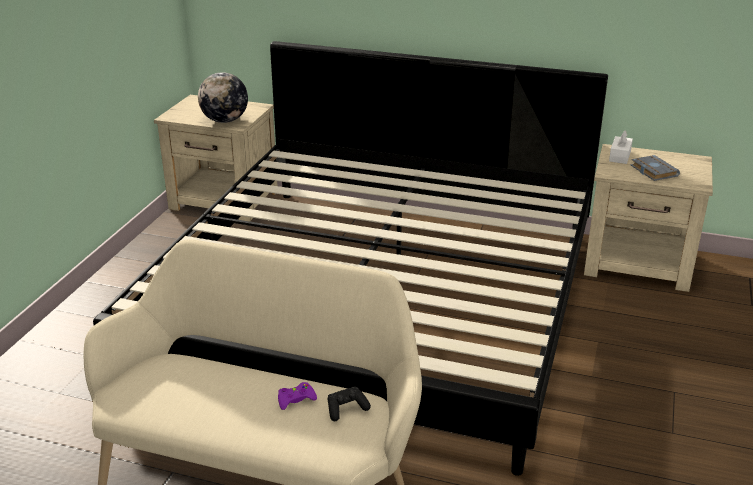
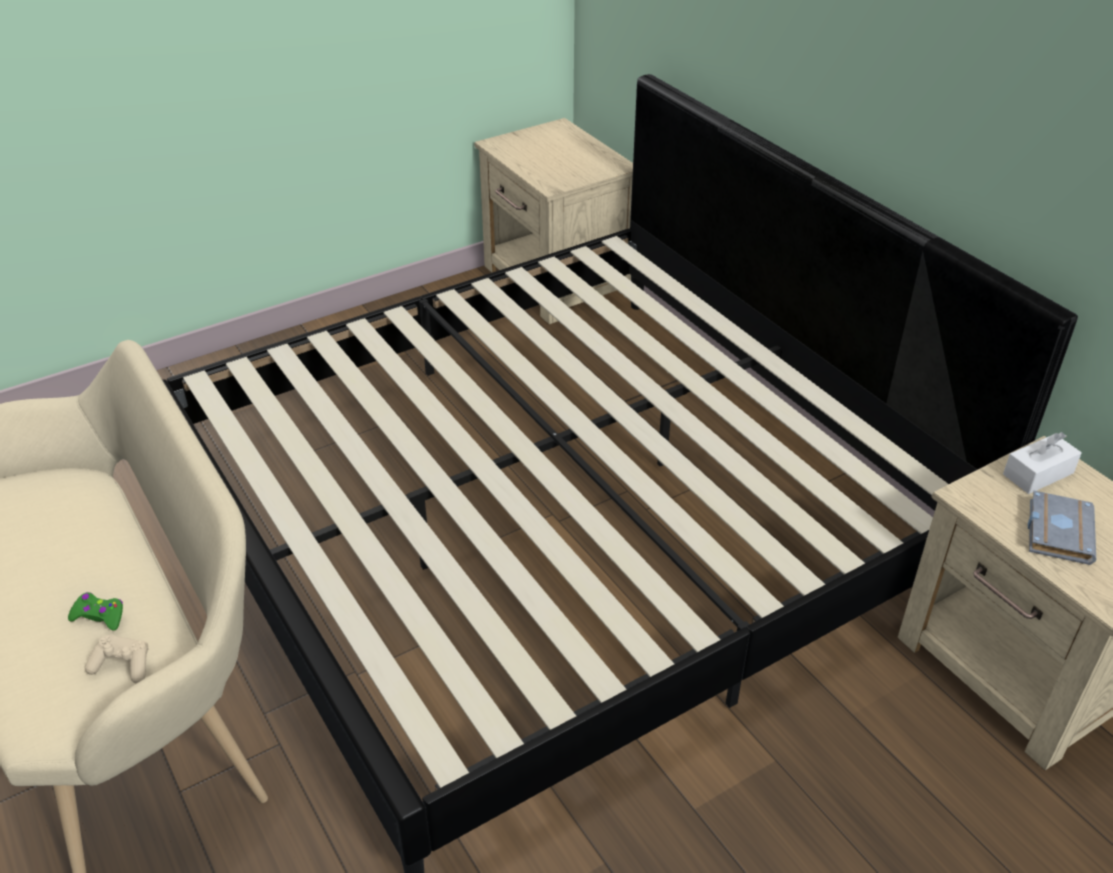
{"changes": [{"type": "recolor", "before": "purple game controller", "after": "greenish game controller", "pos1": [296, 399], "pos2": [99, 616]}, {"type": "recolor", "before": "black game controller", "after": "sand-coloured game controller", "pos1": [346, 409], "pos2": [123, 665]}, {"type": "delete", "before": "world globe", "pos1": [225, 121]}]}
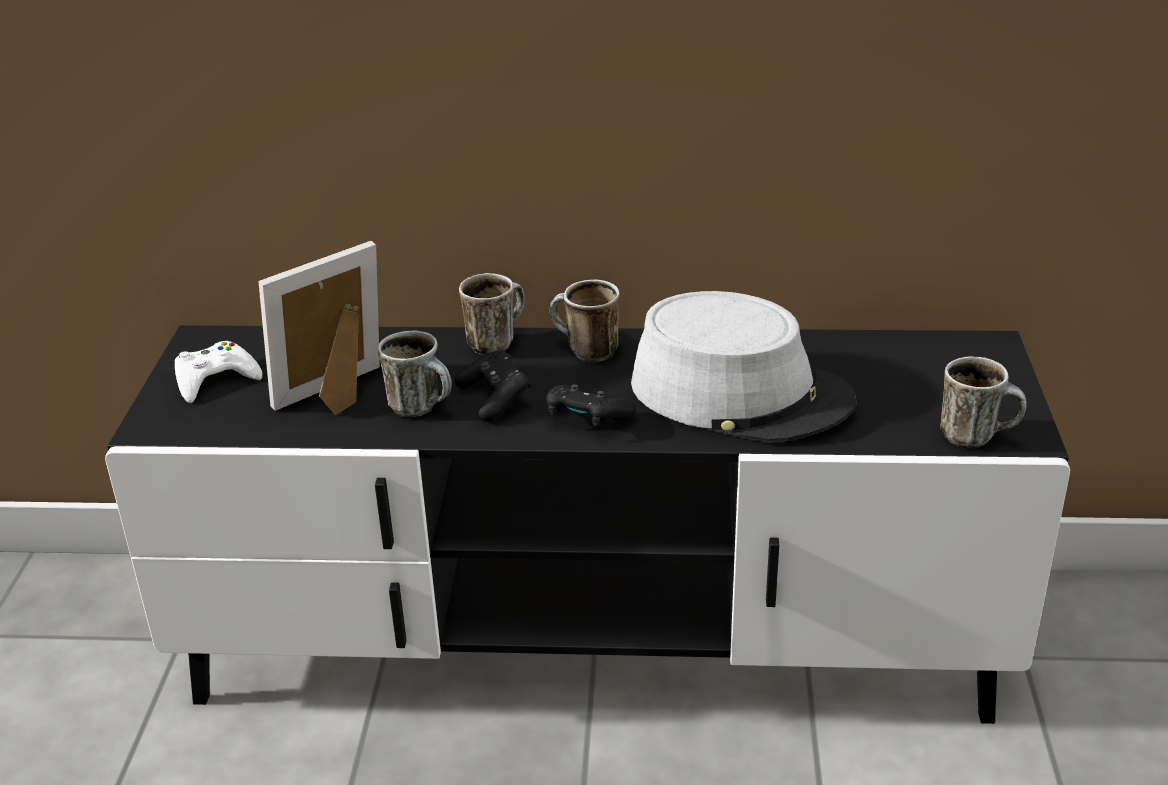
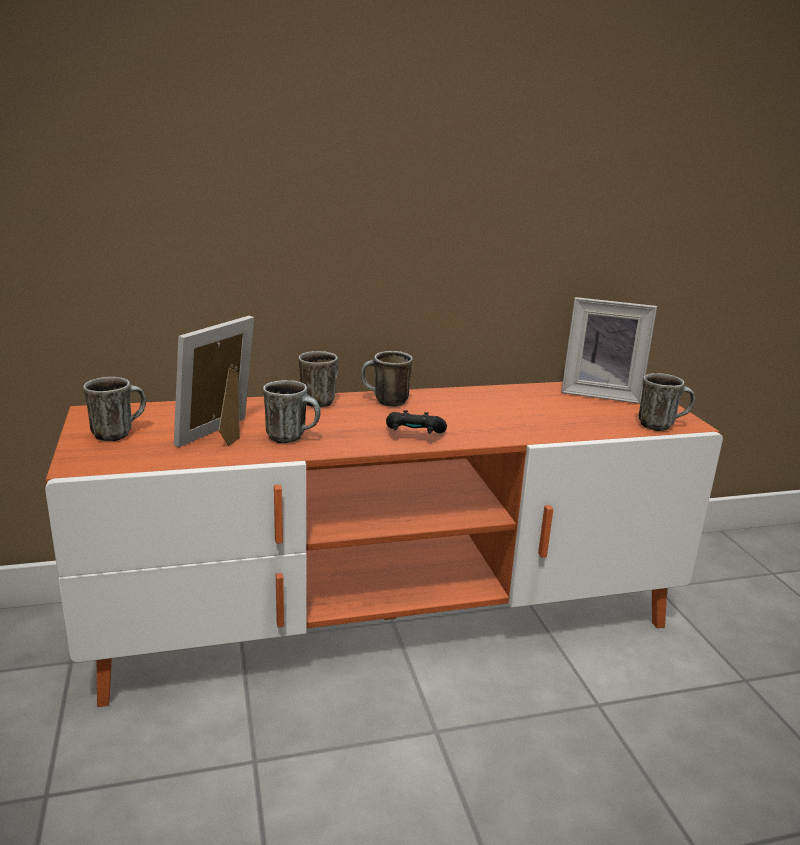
{"changes": [{"type": "recolor", "before": "black tv stand", "after": "orange-coloured tv stand", "pos1": [592, 644], "pos2": [390, 619]}, {"type": "replace", "before": "white-coloured game controller", "after": "coffee mug", "pos1": [215, 379], "pos2": [118, 433]}, {"type": "insert", "after": "photo frame", "pos2": [601, 393]}, {"type": "delete", "before": "black game controller", "pos1": [495, 399]}, {"type": "delete", "before": "gray hat", "pos1": [741, 393]}]}
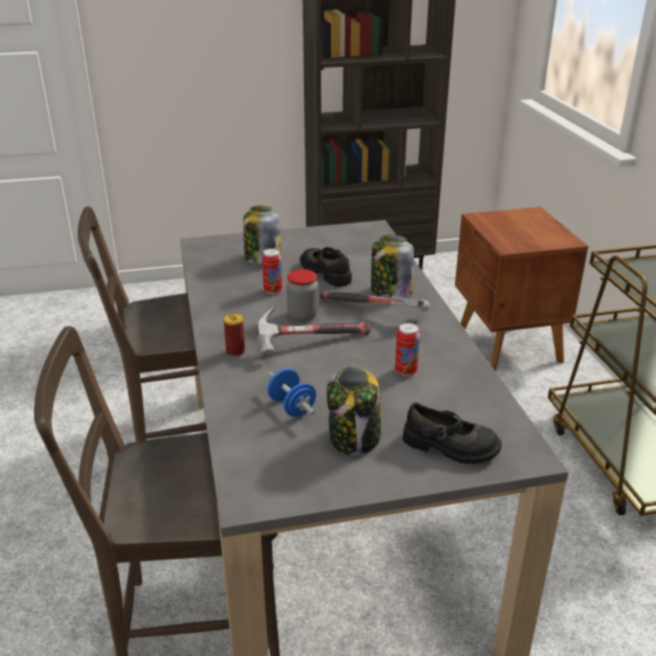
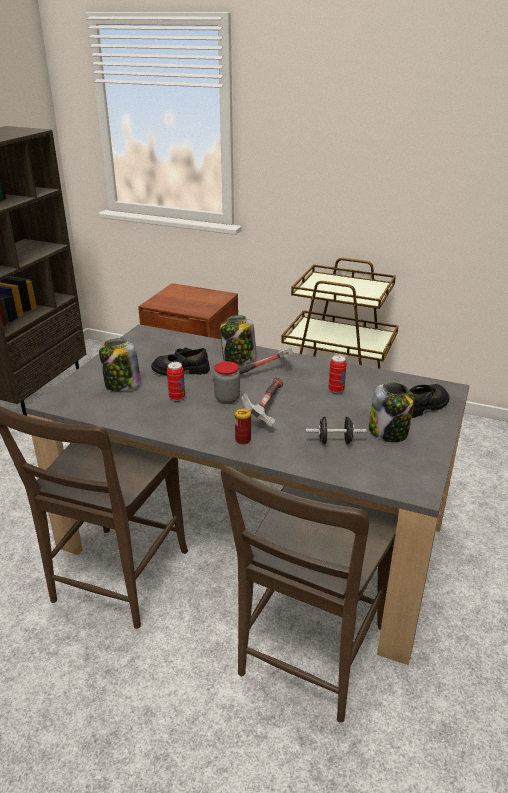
{"changes": [{"type": "recolor", "before": "bluish dumbbell", "after": "black dumbbell", "pos1": [292, 407], "pos2": [335, 441]}]}
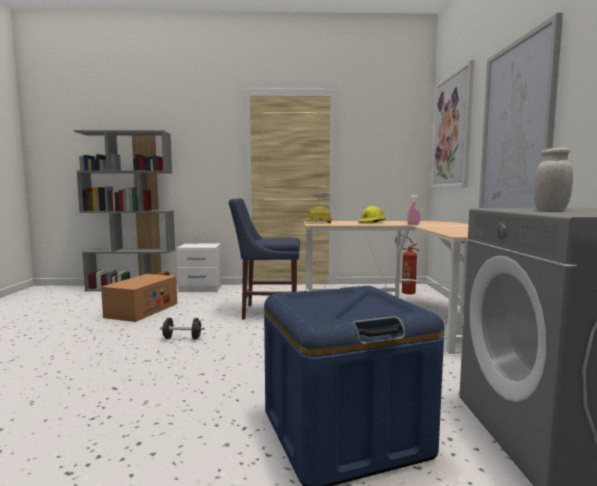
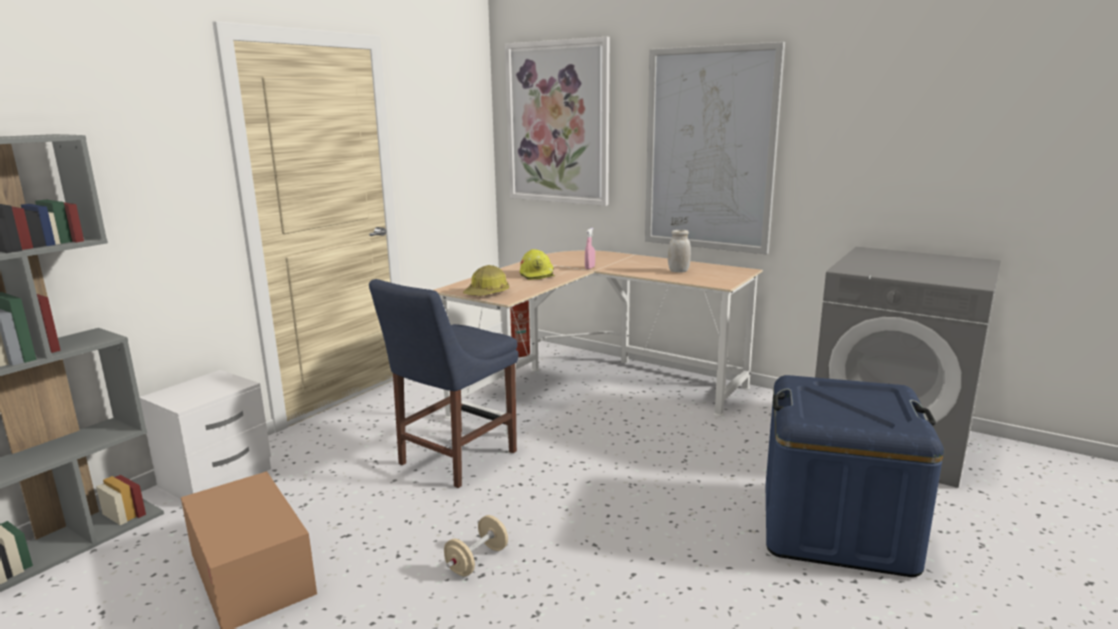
{"changes": [{"type": "recolor", "before": "black dumbbell", "after": "sand-coloured dumbbell", "pos1": [182, 338], "pos2": [477, 560]}, {"type": "move", "before": "white-coloured jar", "pos1": [550, 210], "pos2": [678, 271]}]}
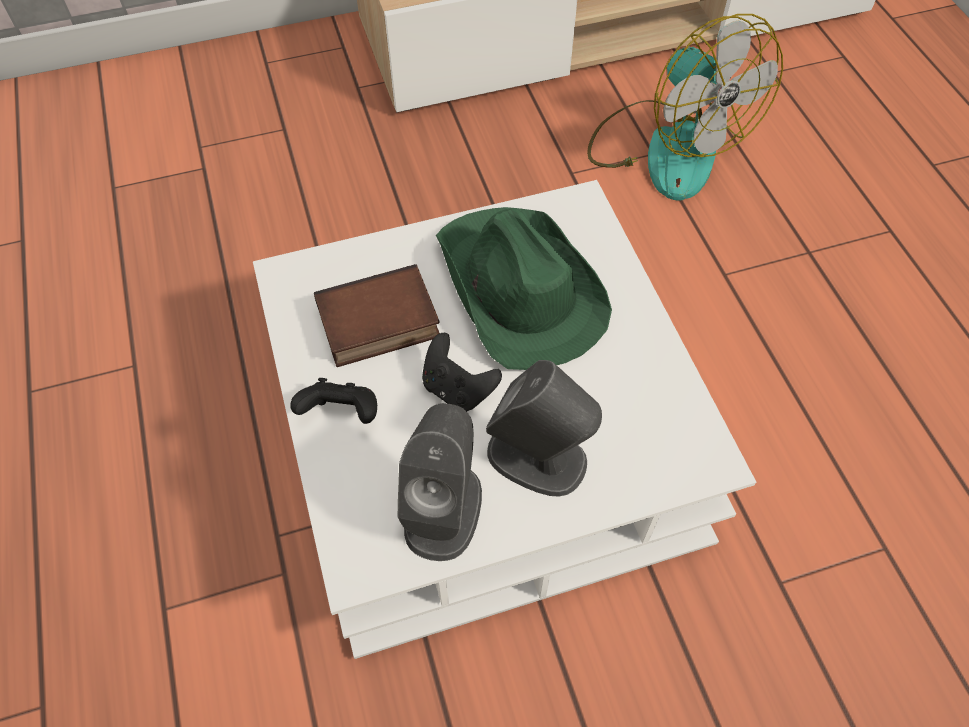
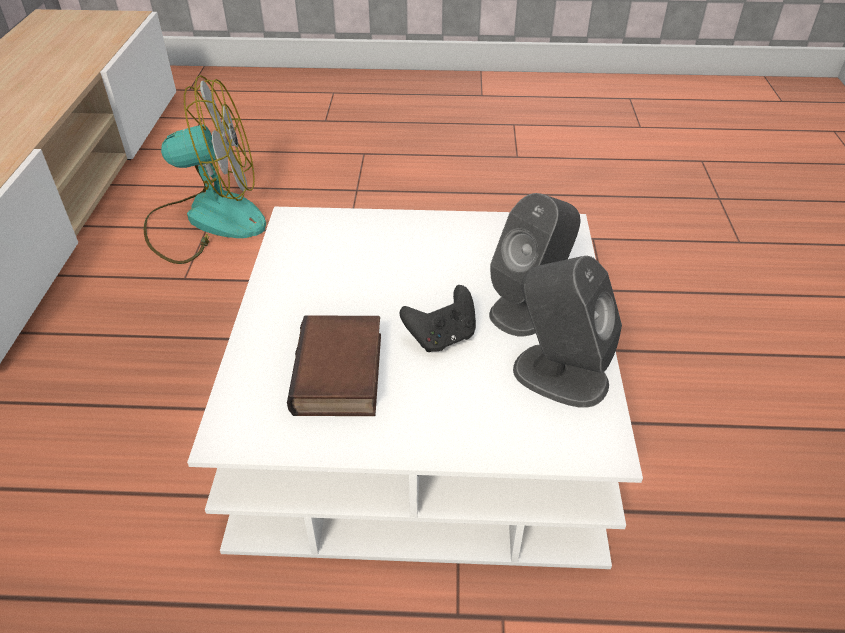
{"changes": [{"type": "delete", "before": "black game controller", "pos1": [342, 414]}, {"type": "delete", "before": "greenish hat", "pos1": [518, 289]}]}
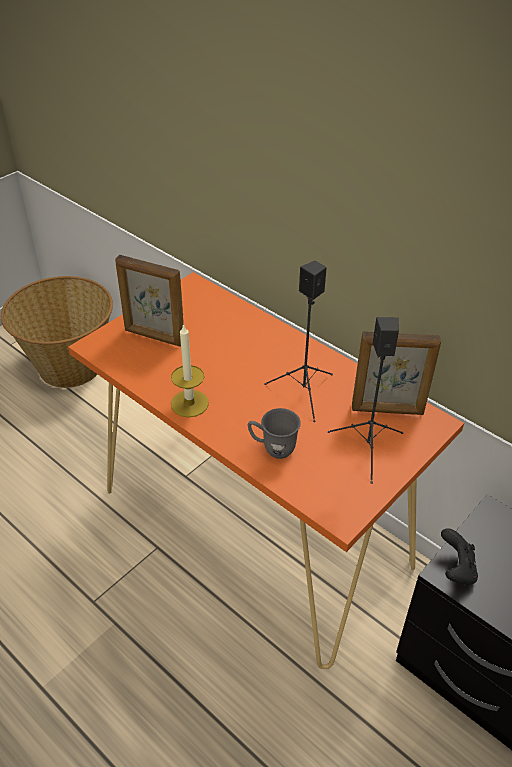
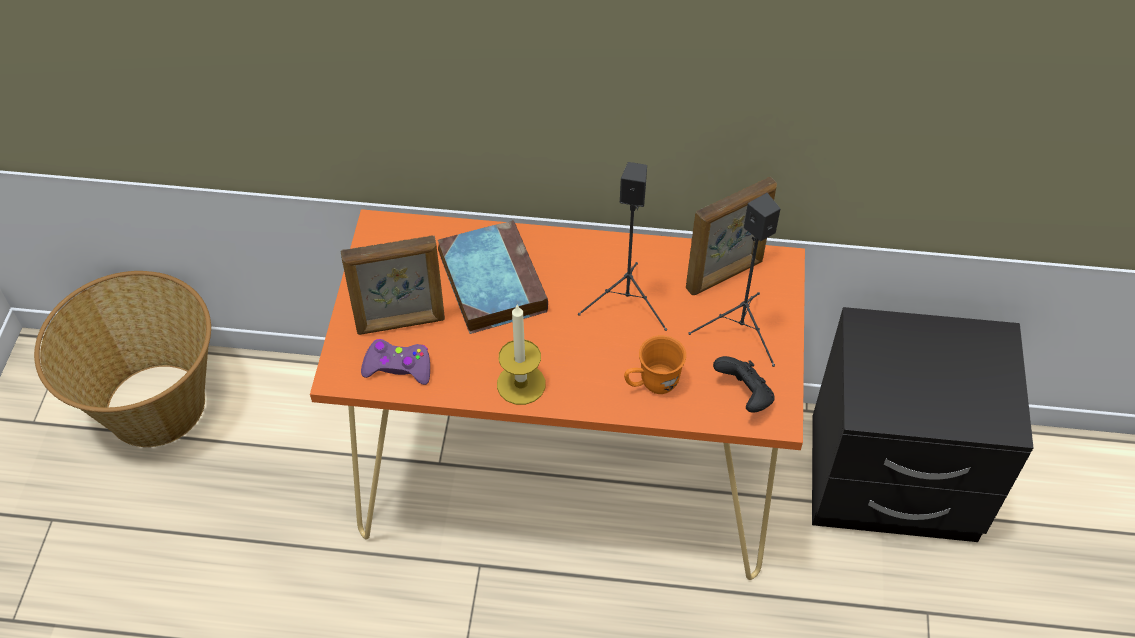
{"changes": [{"type": "insert", "after": "purple game controller", "pos2": [398, 367]}, {"type": "insert", "after": "volume", "pos2": [490, 281]}, {"type": "recolor", "before": "gray coffee mug", "after": "orange-coloured coffee mug", "pos1": [272, 448], "pos2": [652, 385]}, {"type": "move", "before": "black game controller", "pos1": [456, 569], "pos2": [744, 396]}]}
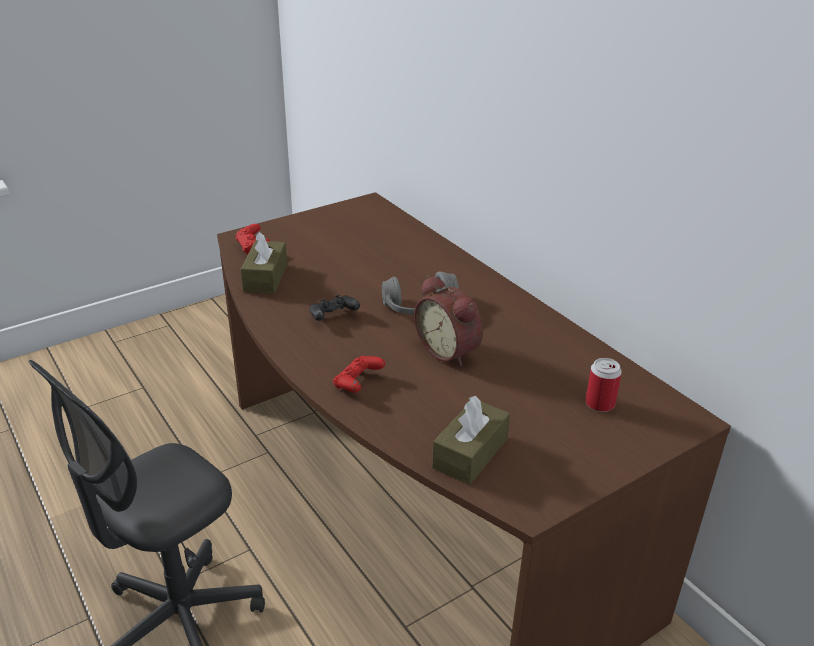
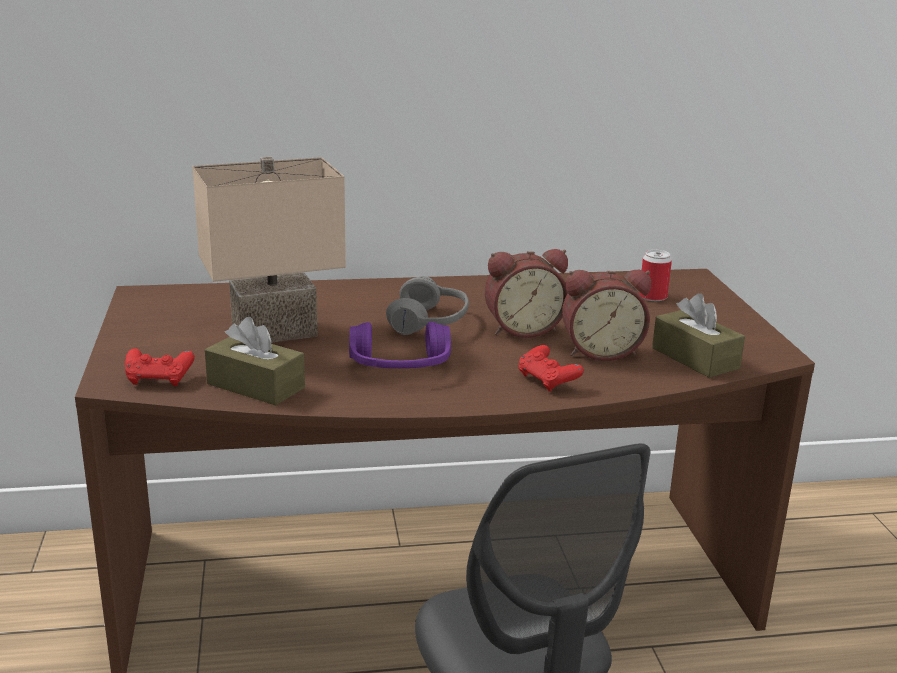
{"changes": [{"type": "insert", "after": "sand-coloured tabletop lamp", "pos2": [274, 334]}, {"type": "replace", "before": "black game controller", "after": "purple headphones", "pos1": [333, 317], "pos2": [400, 367]}, {"type": "insert", "after": "alarm clock", "pos2": [600, 351]}]}
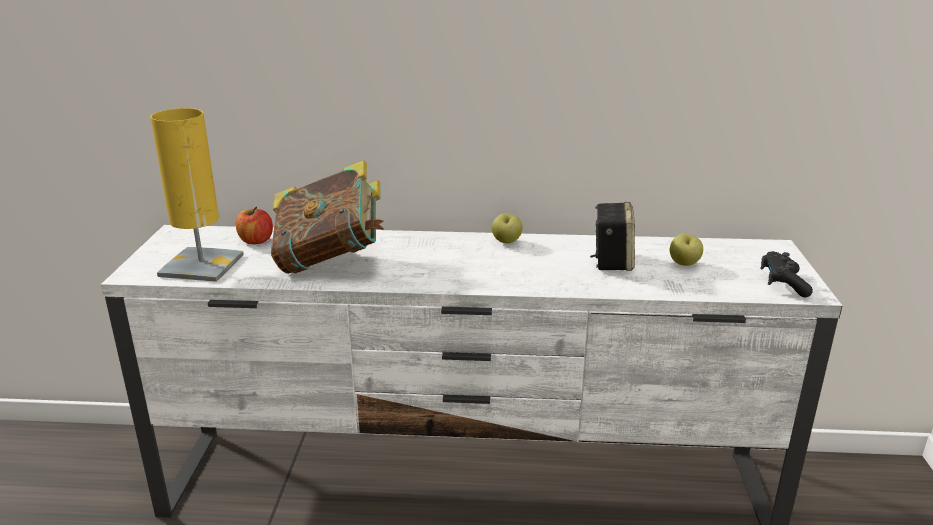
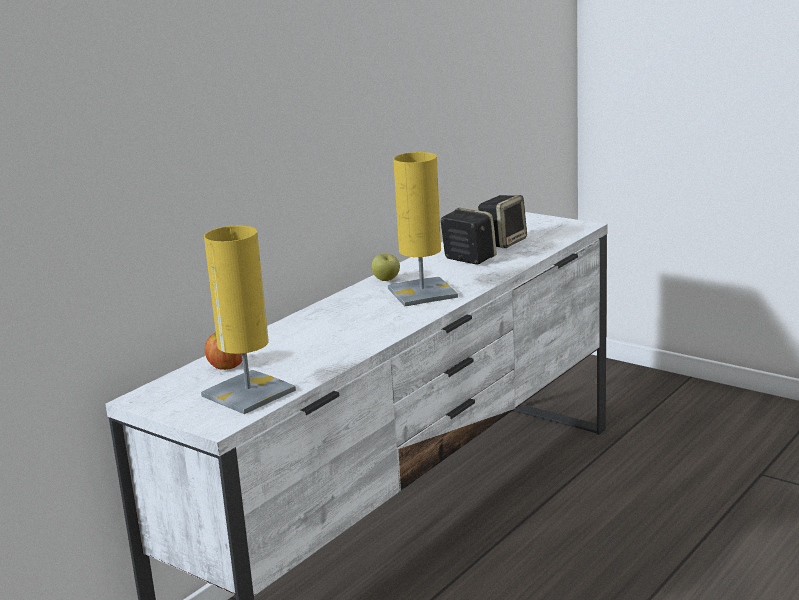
{"changes": [{"type": "insert", "after": "yellow-coloured tabletop lamp", "pos2": [422, 293]}, {"type": "replace", "before": "apple", "after": "speaker", "pos1": [684, 264], "pos2": [503, 242]}, {"type": "delete", "before": "volume", "pos1": [331, 260]}, {"type": "delete", "before": "black game controller", "pos1": [783, 284]}]}
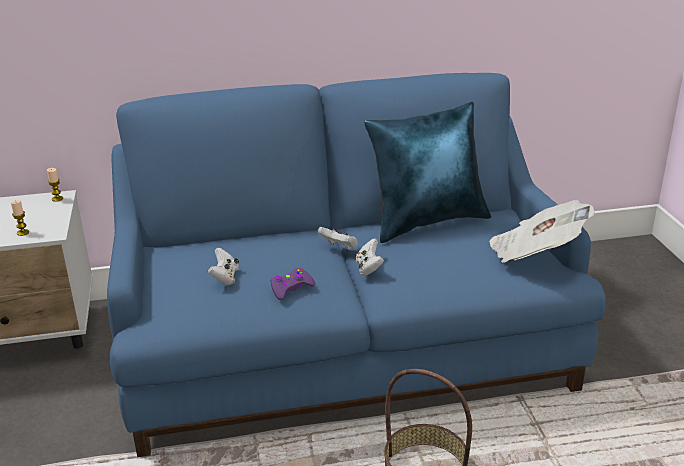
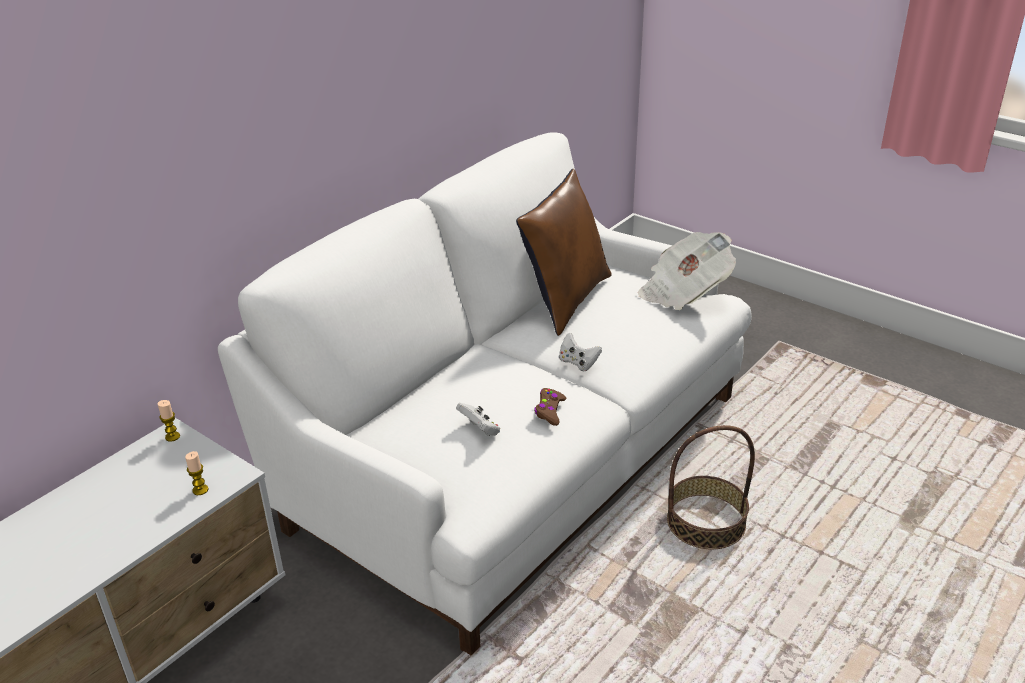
{"changes": [{"type": "recolor", "before": "bluish couch", "after": "white-coloured couch", "pos1": [345, 345], "pos2": [516, 454]}, {"type": "recolor", "before": "bluish cushion", "after": "brownish cushion", "pos1": [427, 222], "pos2": [566, 300]}, {"type": "recolor", "before": "purple game controller", "after": "brownish game controller", "pos1": [291, 288], "pos2": [549, 411]}, {"type": "delete", "before": "white-coloured game controller", "pos1": [339, 247]}]}
